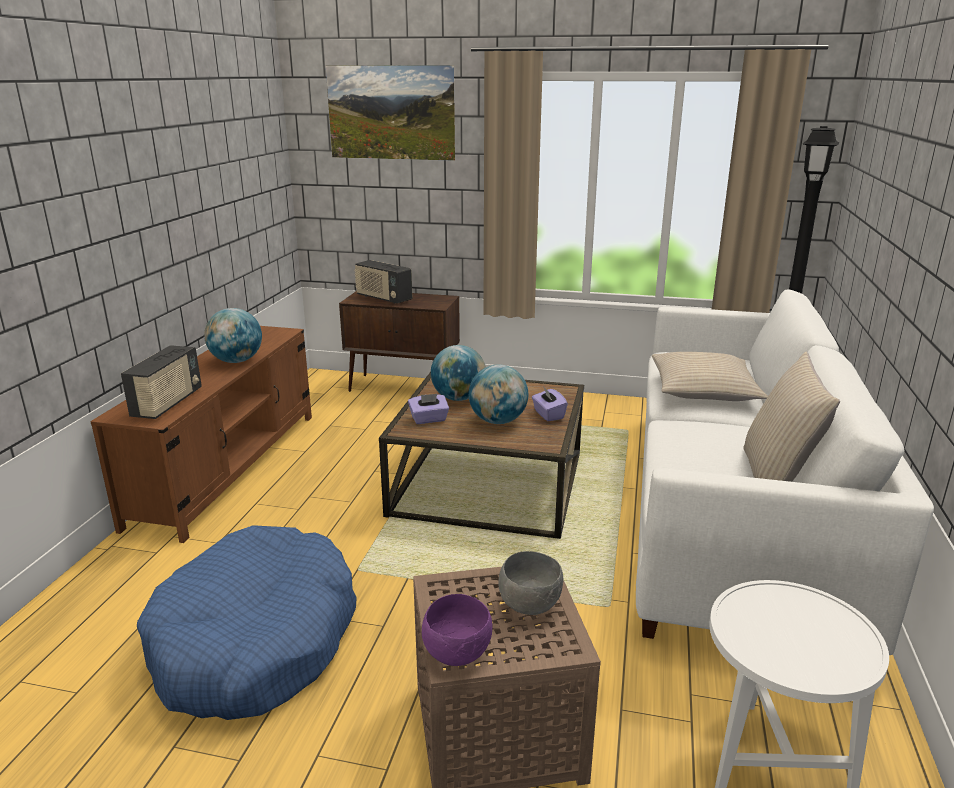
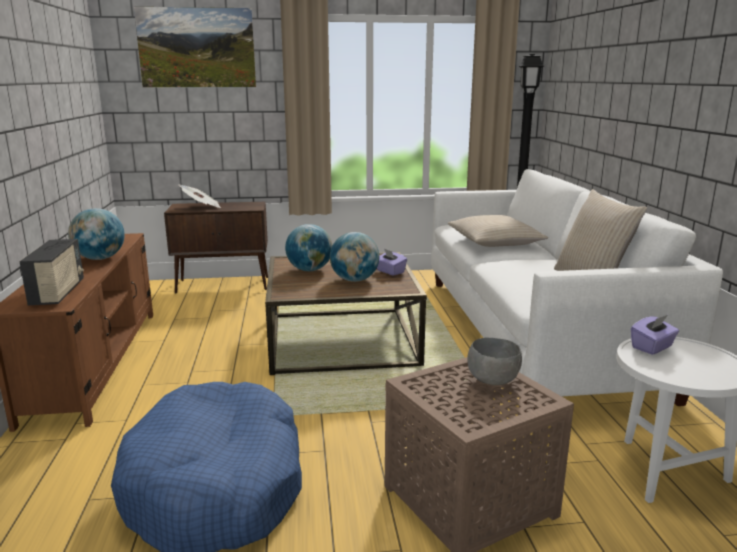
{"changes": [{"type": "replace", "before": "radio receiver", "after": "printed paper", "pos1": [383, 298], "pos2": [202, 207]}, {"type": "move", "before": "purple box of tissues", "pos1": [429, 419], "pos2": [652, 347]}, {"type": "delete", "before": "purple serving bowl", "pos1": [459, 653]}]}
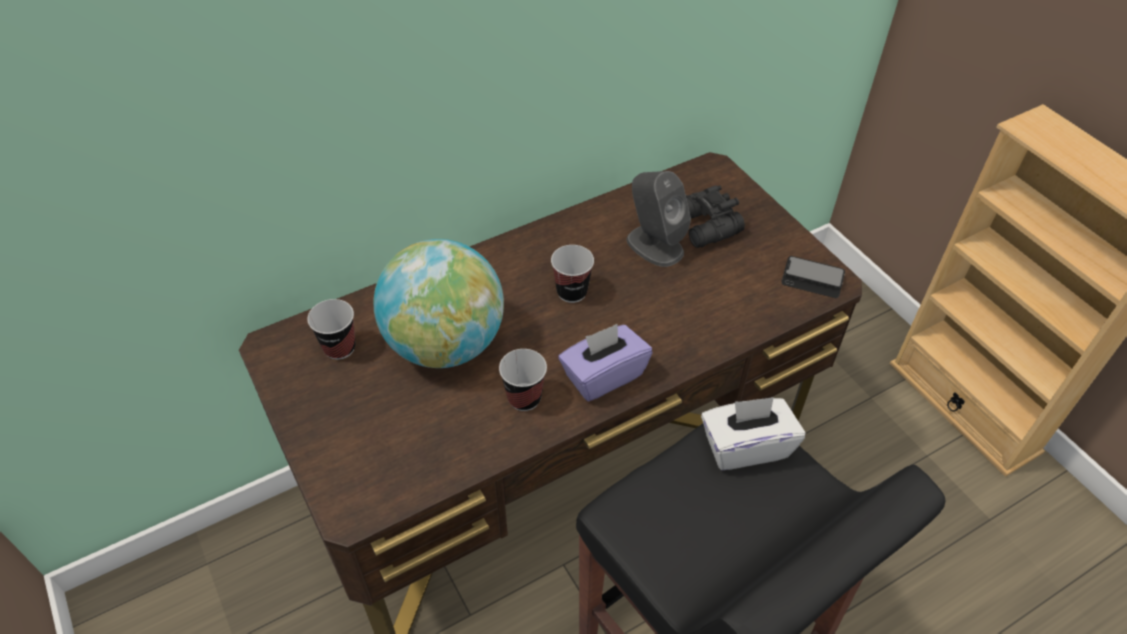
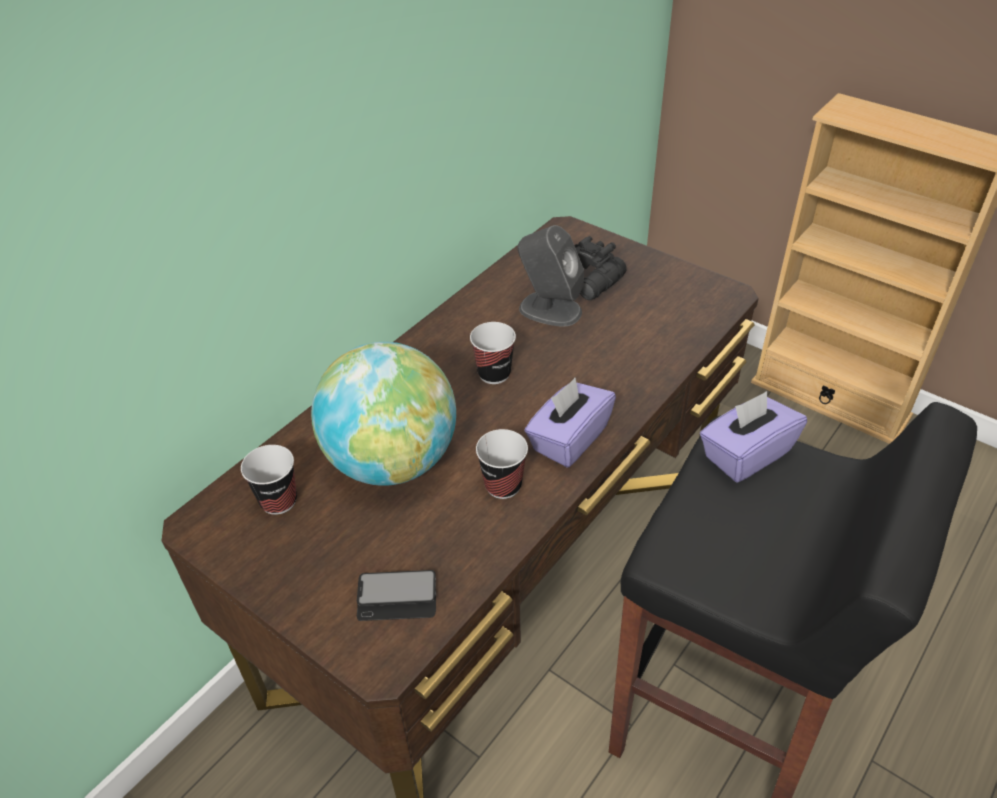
{"changes": [{"type": "move", "before": "telephone", "pos1": [812, 278], "pos2": [397, 597]}, {"type": "recolor", "before": "white-coloured box of tissues", "after": "purple box of tissues", "pos1": [745, 446], "pos2": [745, 454]}]}
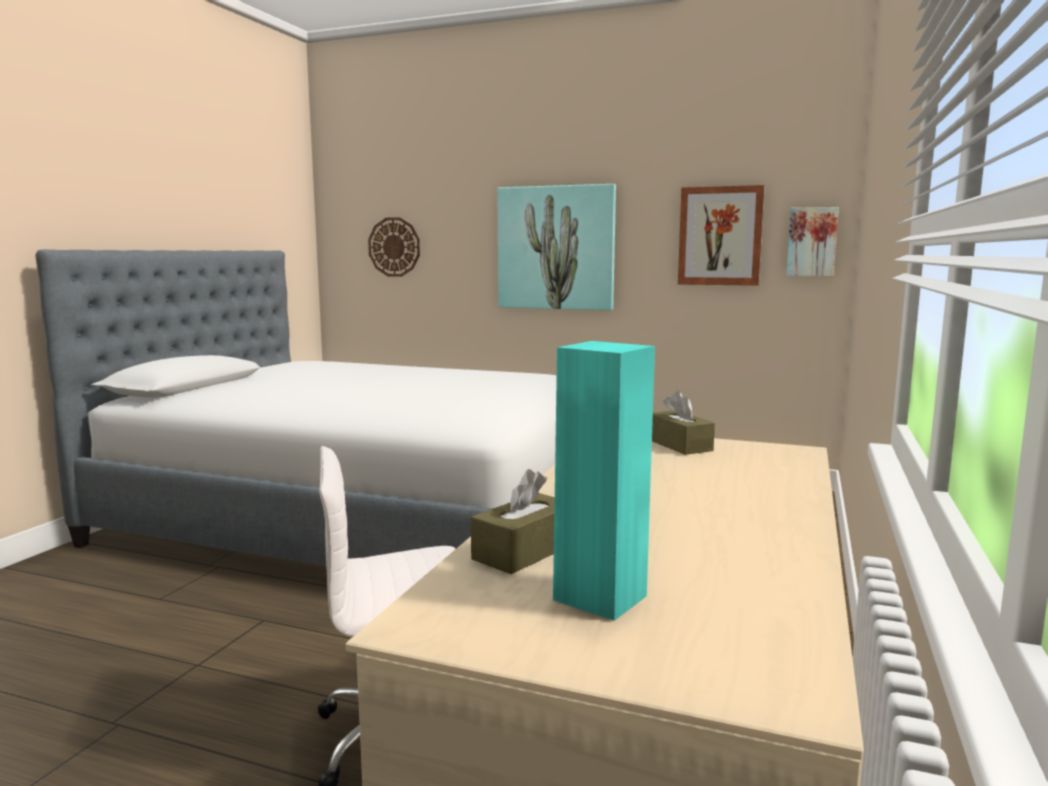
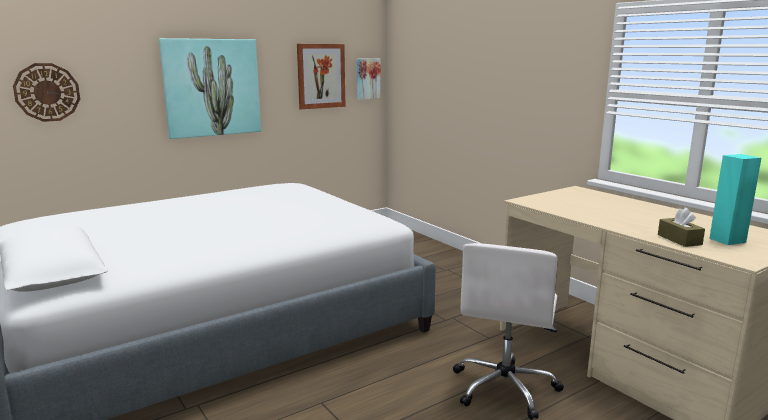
{"changes": [{"type": "delete", "before": "brownish box of tissues", "pos1": [679, 445]}]}
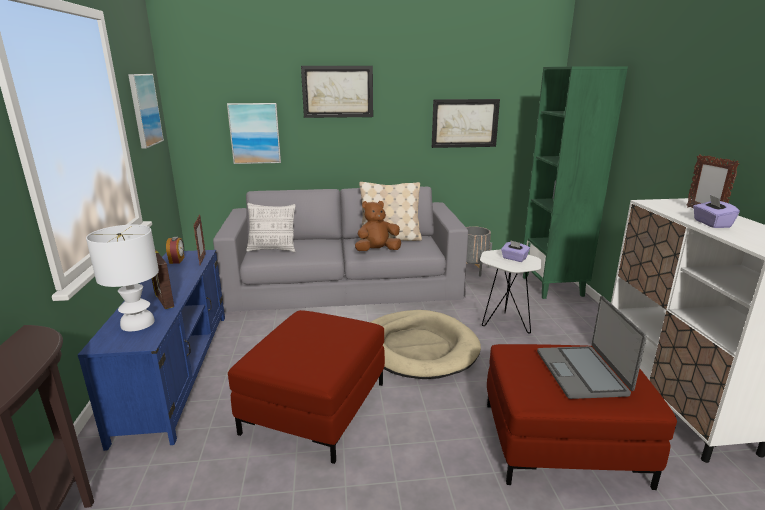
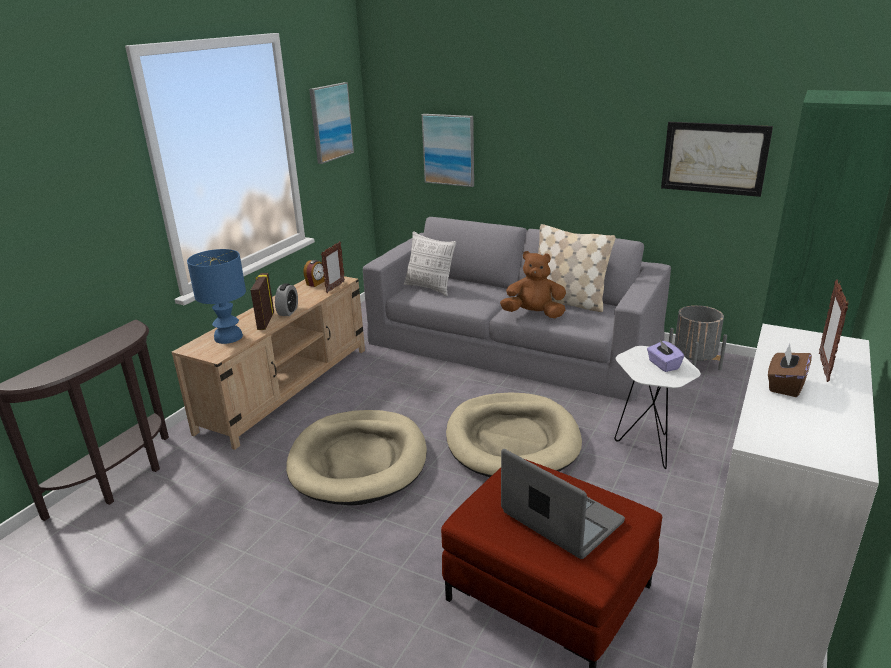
{"changes": [{"type": "recolor", "before": "bluish tv stand", "after": "sand-coloured tv stand", "pos1": [177, 369], "pos2": [287, 388]}, {"type": "recolor", "before": "white-coloured tabletop lamp", "after": "bluish tabletop lamp", "pos1": [138, 323], "pos2": [229, 337]}, {"type": "insert", "after": "alarm clock", "pos2": [288, 311]}, {"type": "replace", "before": "red pouffe", "after": "sand-coloured dog bed", "pos1": [315, 406], "pos2": [358, 461]}, {"type": "rotate", "before": "portable computer", "pos1": [582, 373], "pos2": [561, 518], "turn": 105}, {"type": "recolor", "before": "purple box of tissues", "after": "brownish box of tissues", "pos1": [711, 224], "pos2": [785, 385]}, {"type": "delete", "before": "wall art", "pos1": [337, 91]}]}
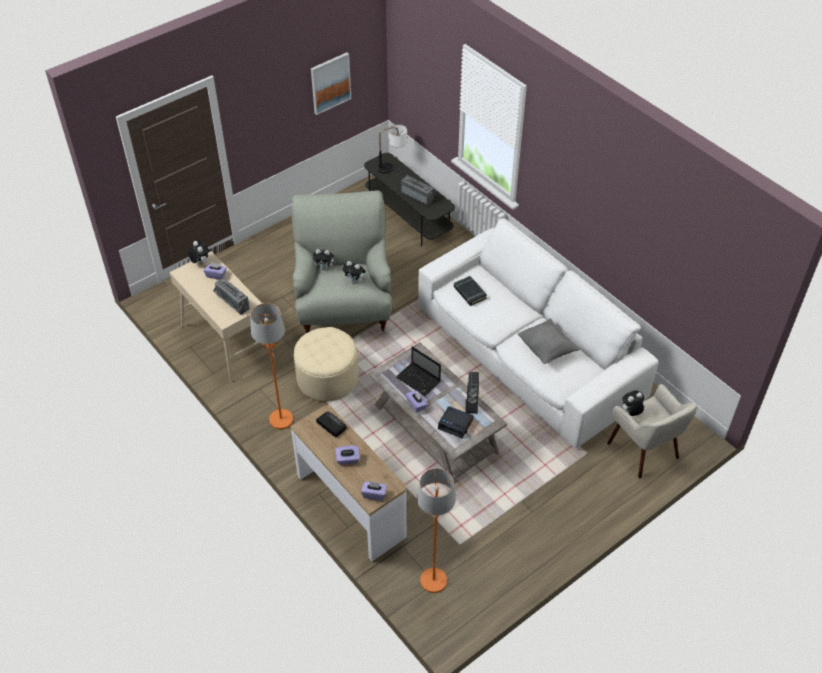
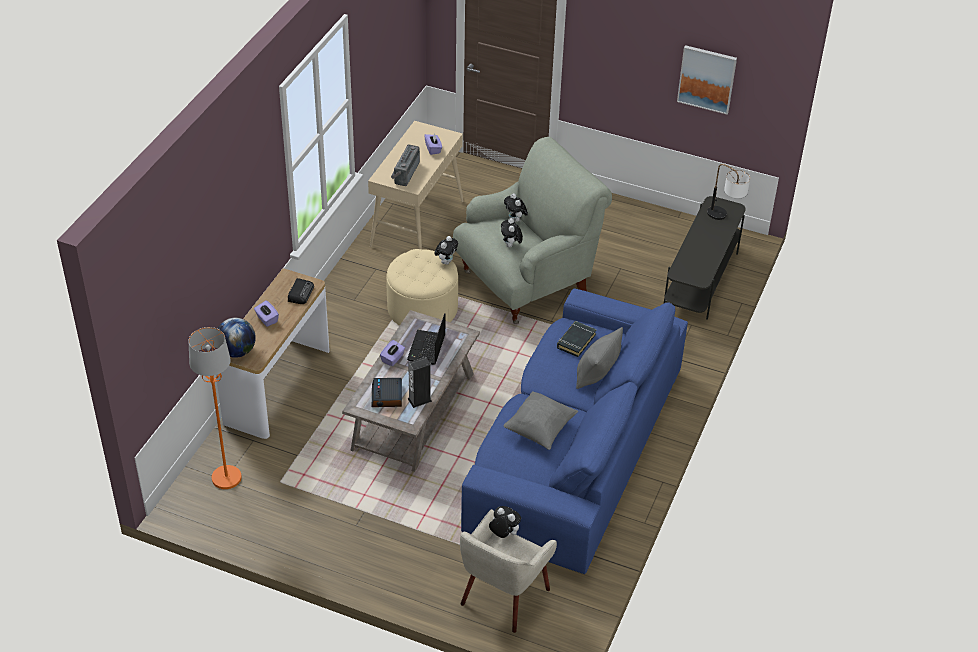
{"changes": [{"type": "replace", "before": "purple box of tissues", "after": "world globe", "pos1": [374, 494], "pos2": [237, 352]}, {"type": "move", "before": "soft toy", "pos1": [200, 262], "pos2": [446, 261]}, {"type": "recolor", "before": "white-coloured couch", "after": "bluish couch", "pos1": [527, 353], "pos2": [573, 448]}, {"type": "insert", "after": "gray cushion", "pos2": [596, 375]}, {"type": "delete", "before": "orange-coloured standard lamp", "pos1": [281, 420]}, {"type": "delete", "before": "radio receiver", "pos1": [418, 195]}]}
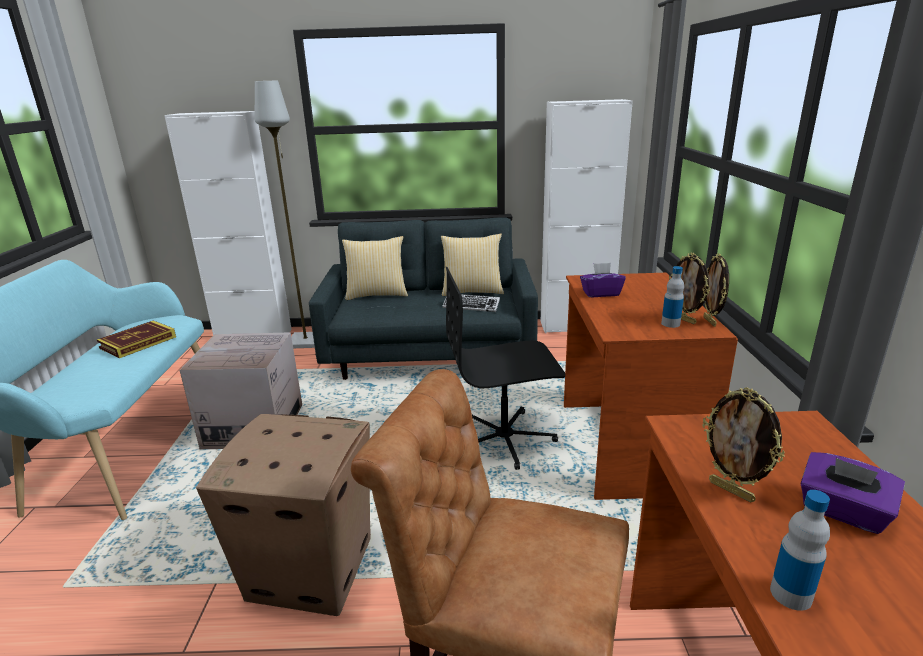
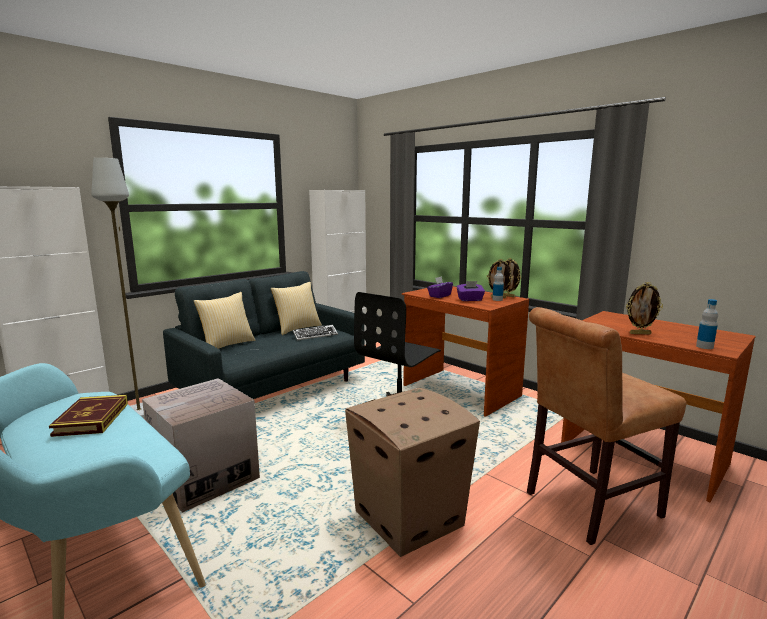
{"changes": [{"type": "move", "before": "purple box of tissues", "pos1": [842, 512], "pos2": [470, 300]}]}
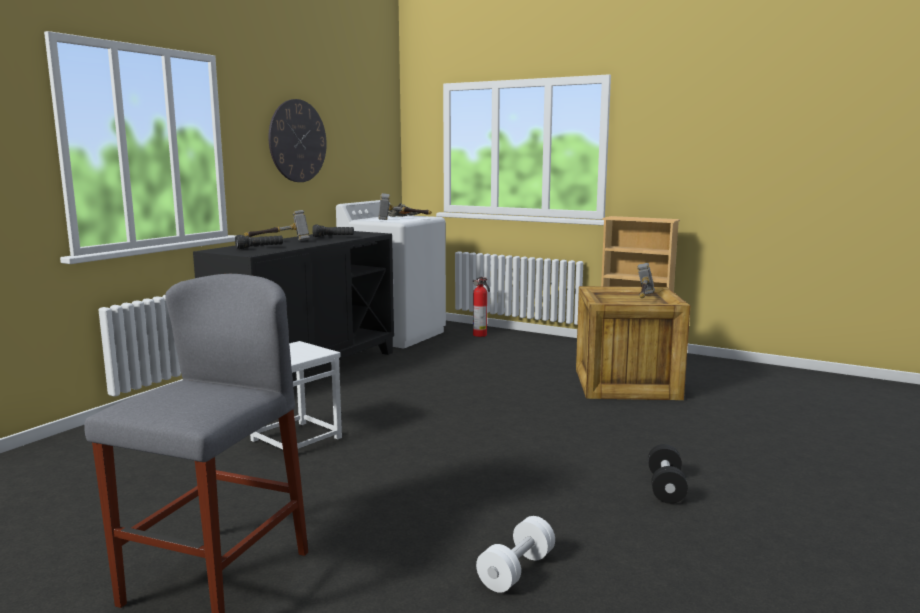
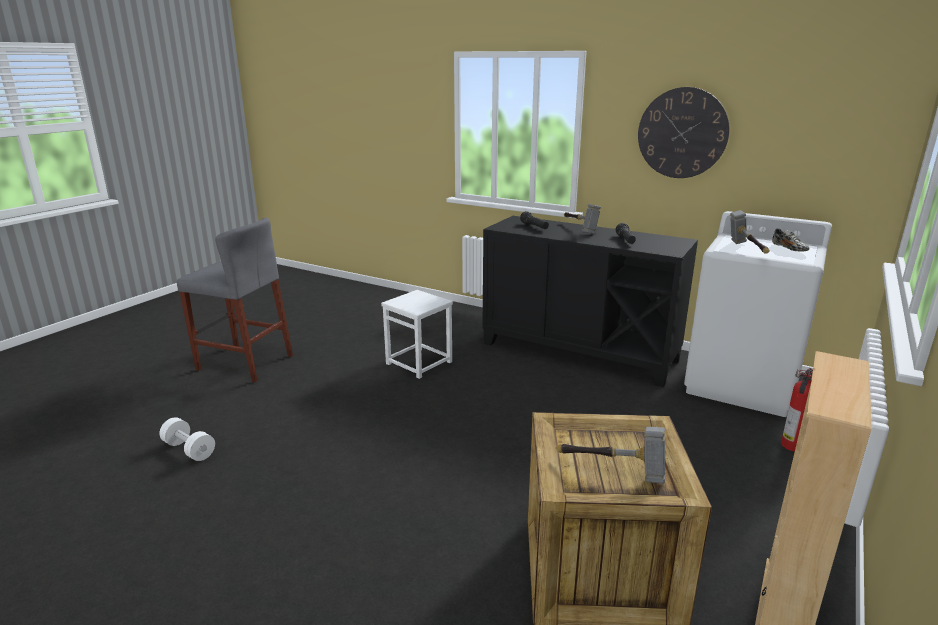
{"changes": [{"type": "delete", "before": "black dumbbell", "pos1": [665, 487]}]}
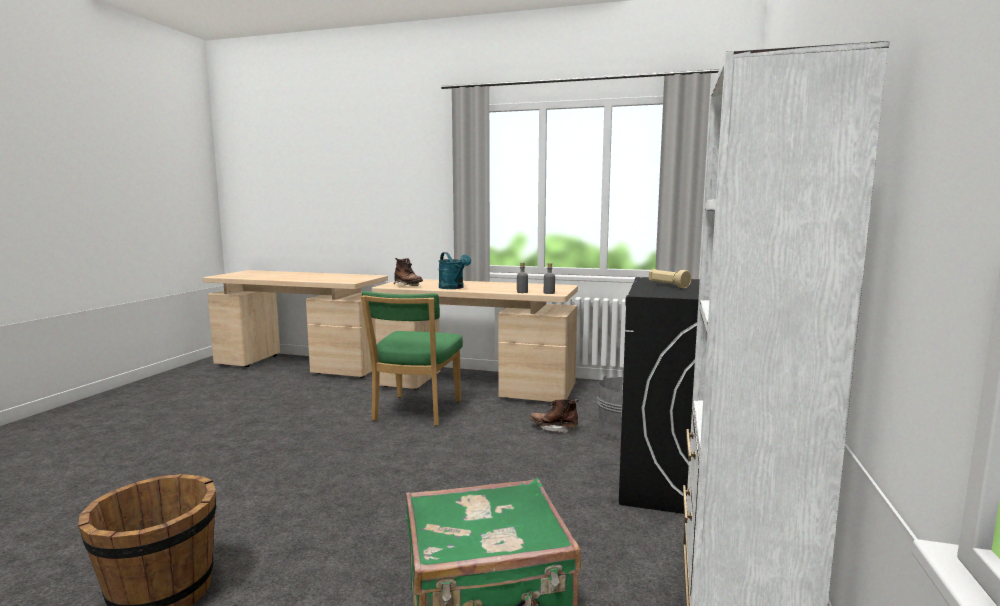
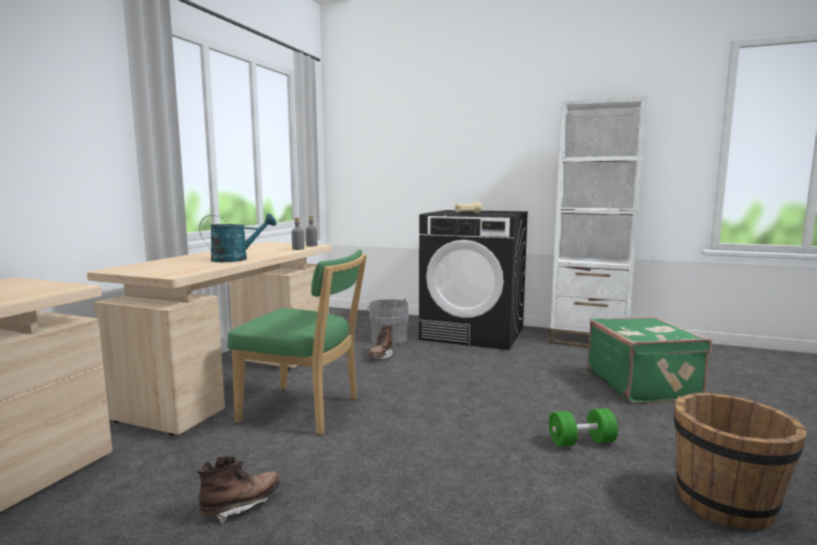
{"changes": [{"type": "move", "before": "brownish boot", "pos1": [408, 286], "pos2": [241, 506]}, {"type": "insert", "after": "greenish dumbbell", "pos2": [581, 442]}]}
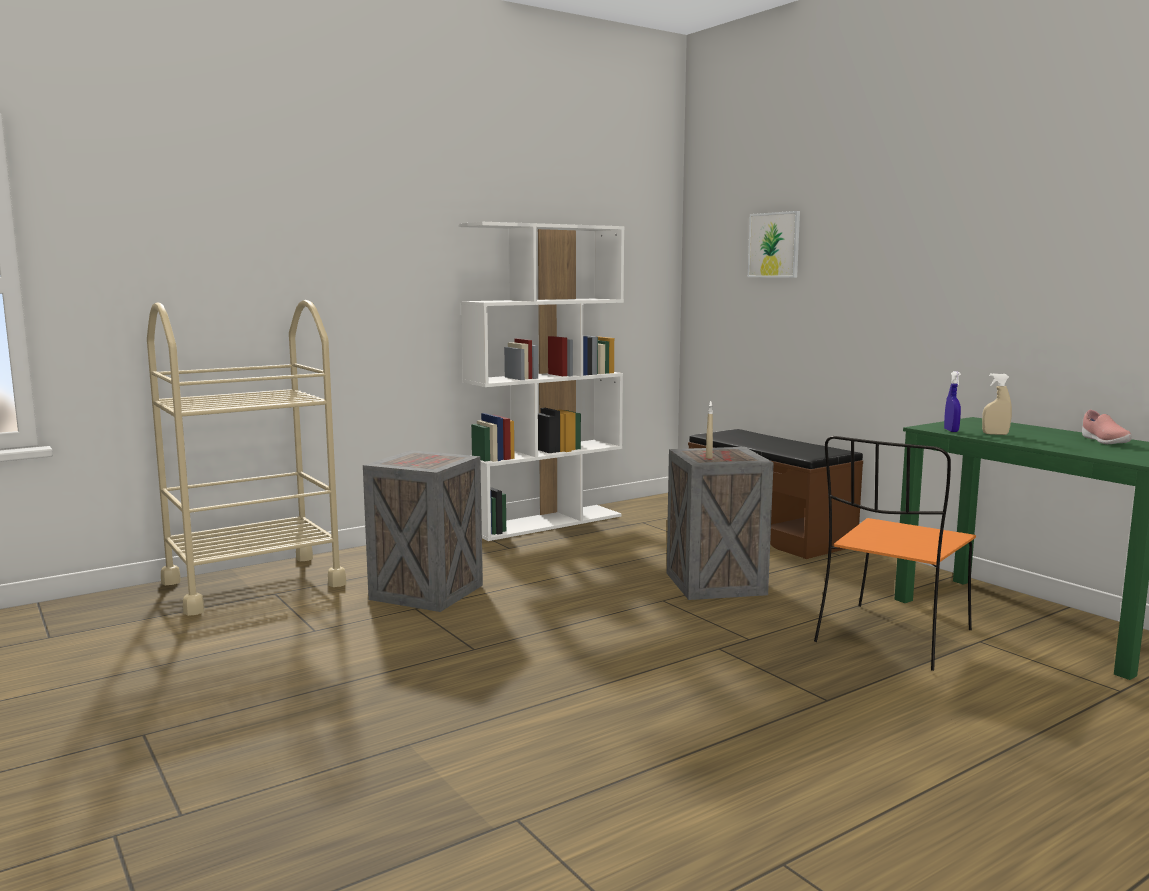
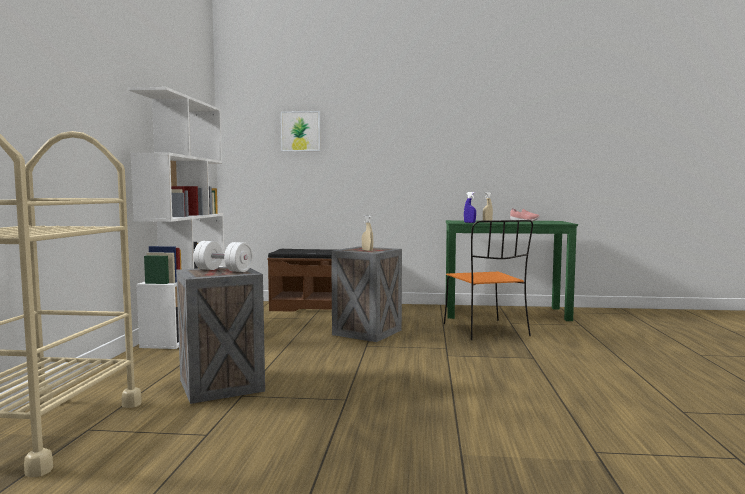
{"changes": [{"type": "insert", "after": "white-coloured dumbbell", "pos2": [223, 270]}]}
